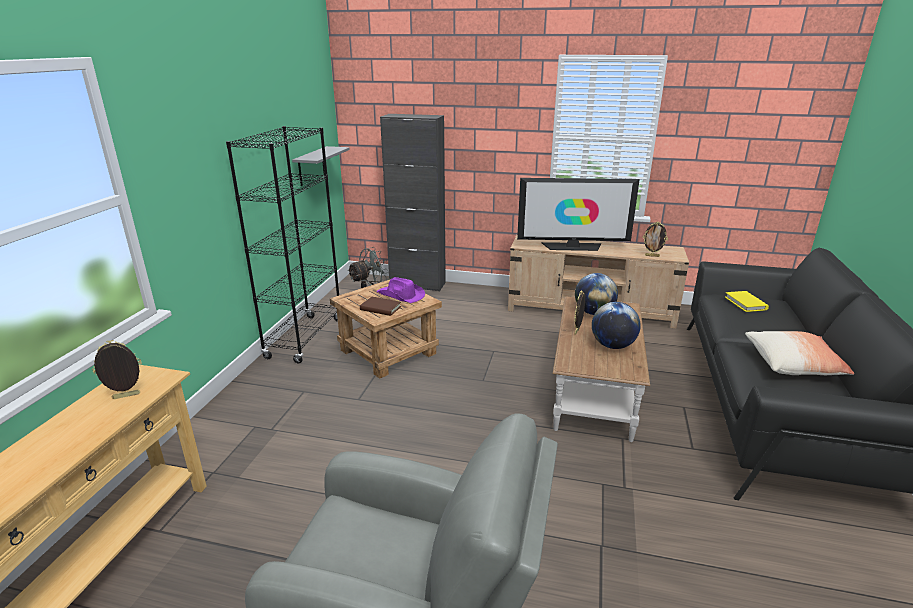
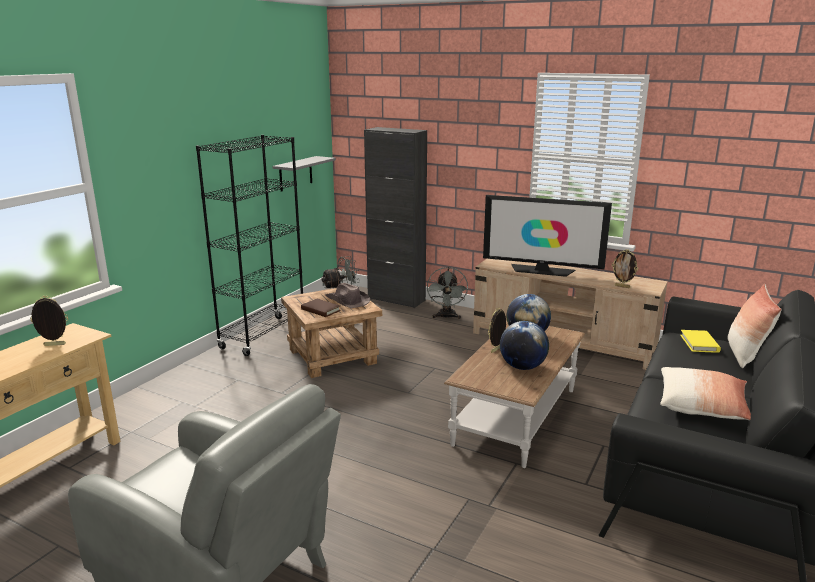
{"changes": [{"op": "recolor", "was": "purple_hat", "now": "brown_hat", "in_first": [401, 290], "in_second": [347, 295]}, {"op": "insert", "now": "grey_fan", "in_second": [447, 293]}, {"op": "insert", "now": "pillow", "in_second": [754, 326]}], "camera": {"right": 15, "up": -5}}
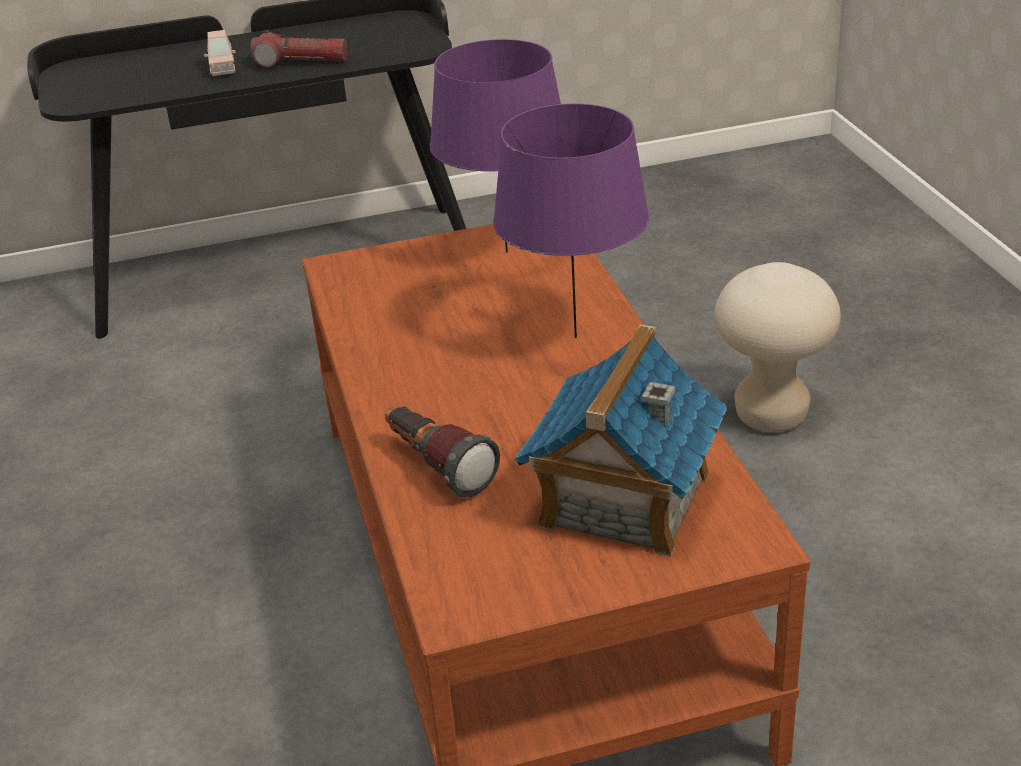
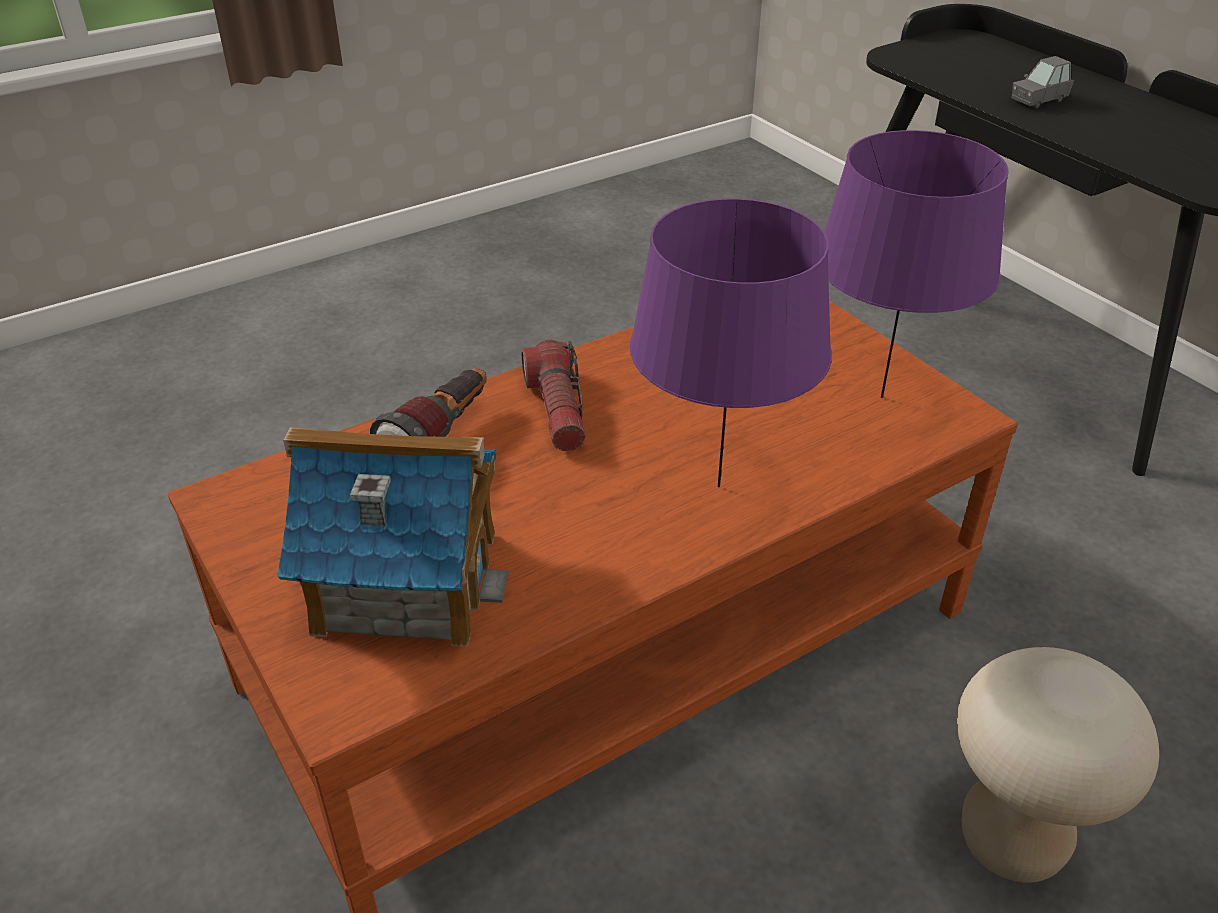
{"changes": [{"op": "recolor", "was": "pink_toy_car", "now": "grey_toy_car", "in_first": [220, 53], "in_second": [1043, 82]}, {"op": "move", "was": "flashlight", "in_first": [299, 49], "in_second": [553, 395]}], "camera": {"right": 70, "up": 5}}
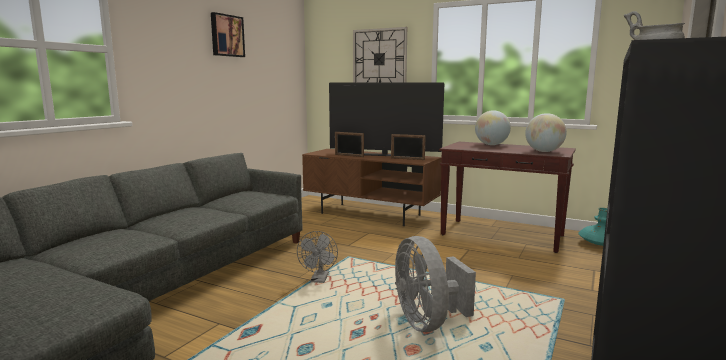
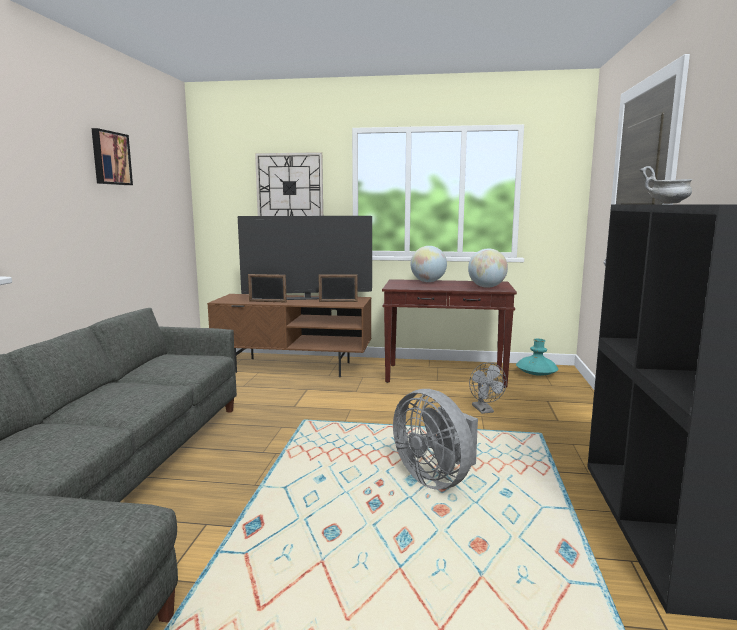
{"changes": [{"op": "move", "was": "grey_fan", "in_first": [317, 257], "in_second": [488, 388]}], "camera": {"right": -20, "up": 0}}
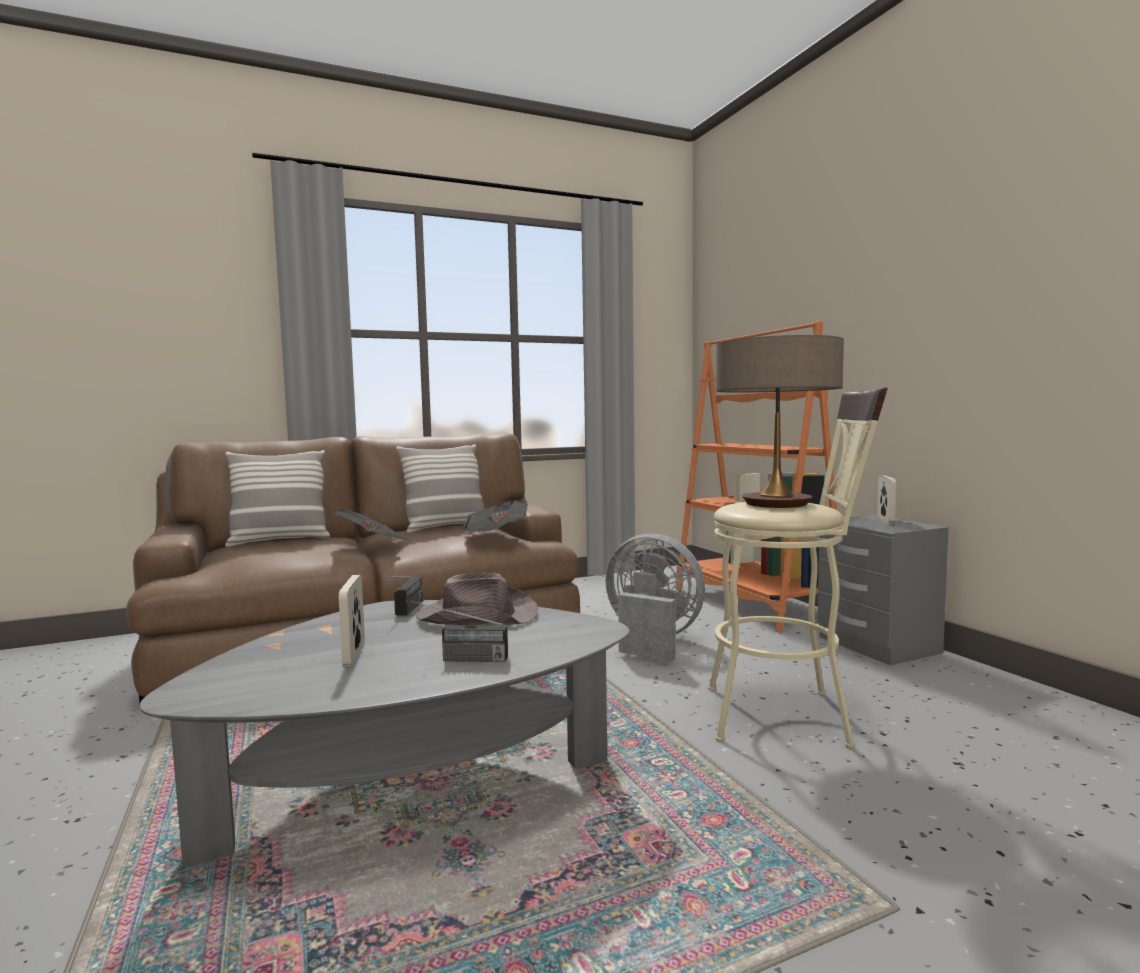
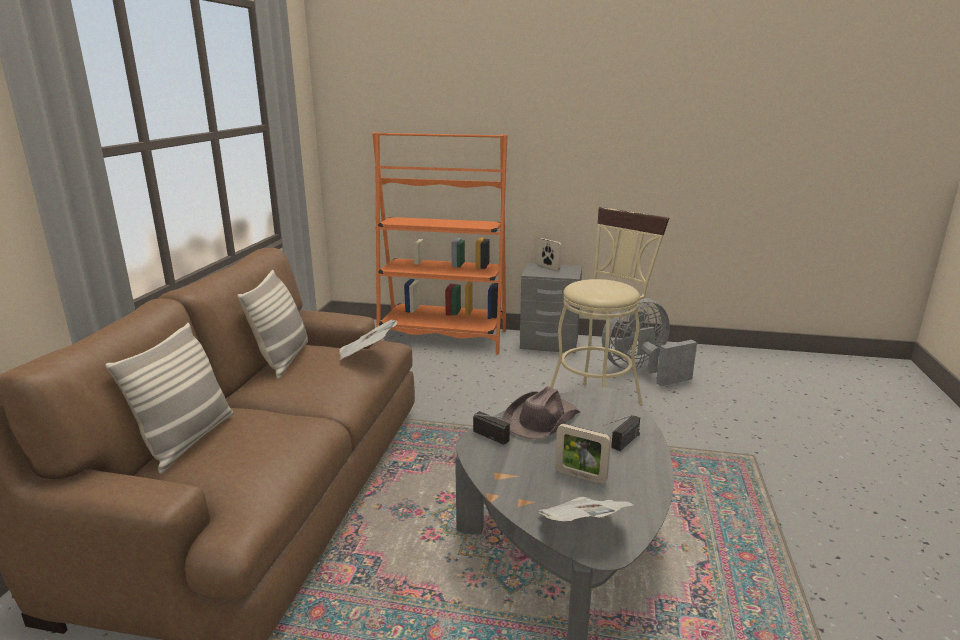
{"changes": [{"op": "delete", "was": "table_lamp", "in_first": [780, 421]}, {"op": "move", "was": "newspaper", "in_first": [372, 524], "in_second": [585, 509]}, {"op": "move", "was": "grey_fan", "in_first": [655, 598], "in_second": [649, 342]}], "camera": {"right": -55, "up": 15}}
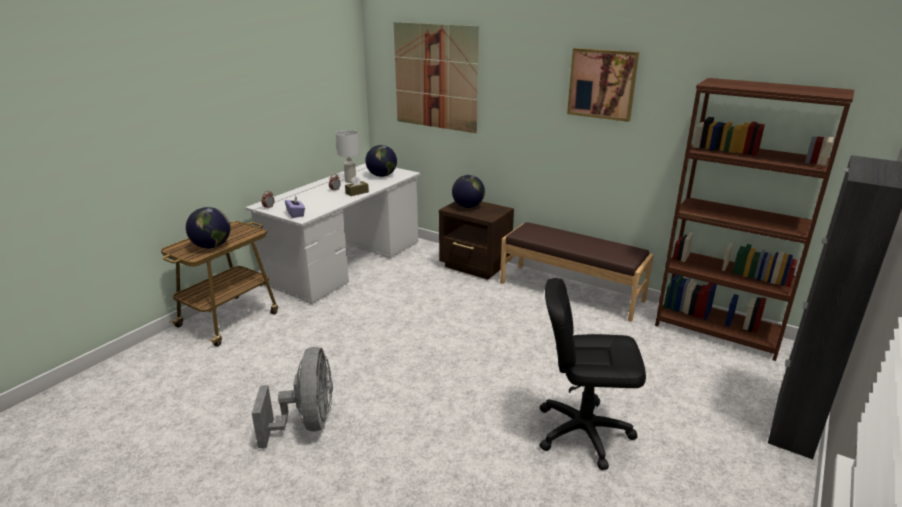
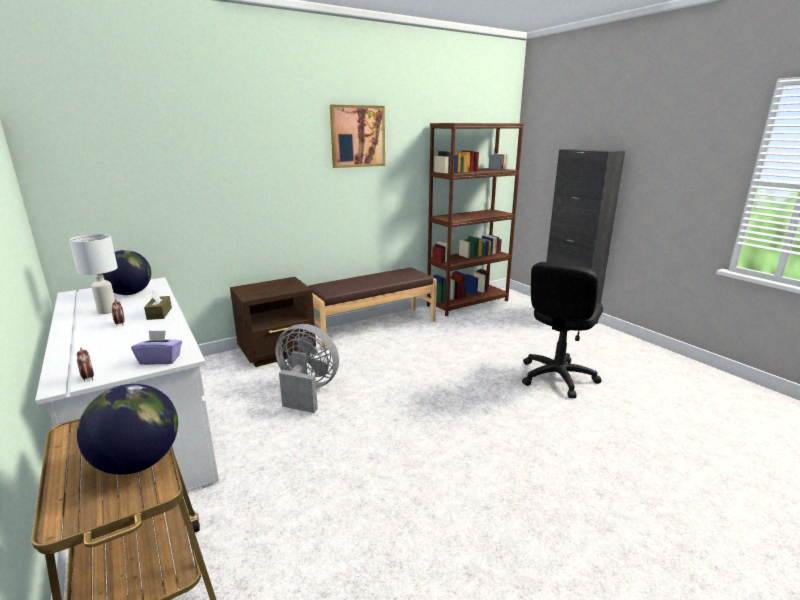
{"changes": [{"op": "delete", "was": "picture", "in_first": [436, 77]}, {"op": "delete", "was": "globe", "in_first": [468, 191]}, {"op": "move", "was": "grey_fan", "in_first": [292, 397], "in_second": [307, 368]}], "camera": {"right": -65, "up": -5}}
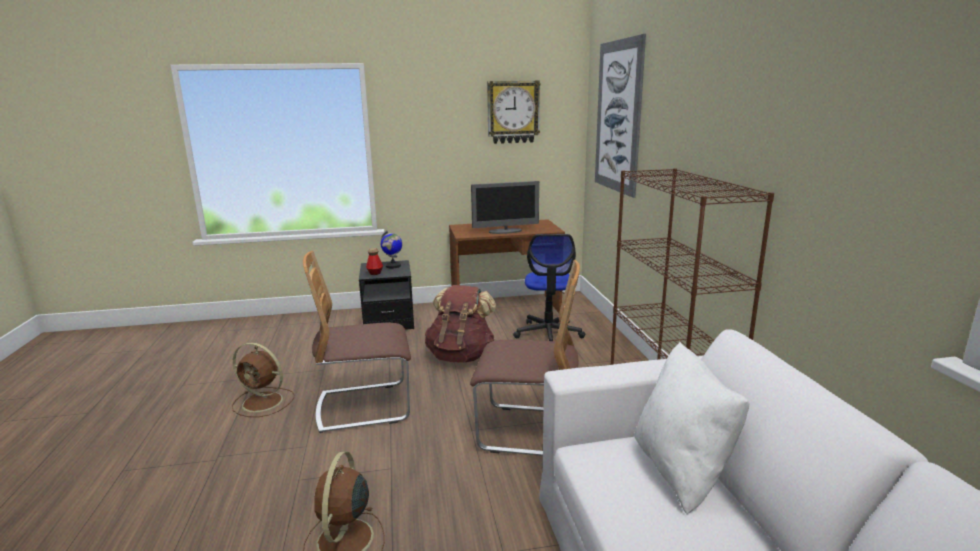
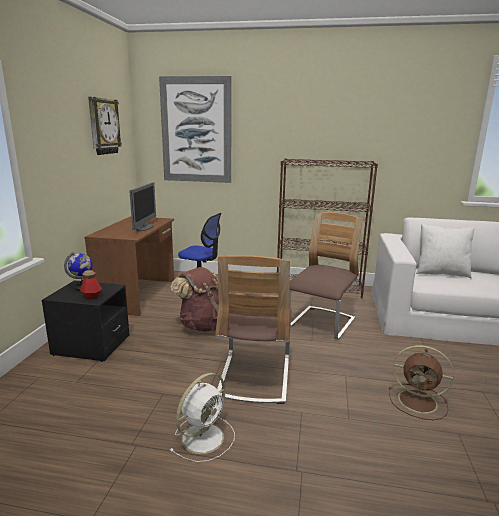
{"changes": [{"op": "recolor", "was": "brown_fan", "now": "white_fan", "in_first": [263, 380], "in_second": [202, 417]}], "camera": {"right": -70, "up": 0}}
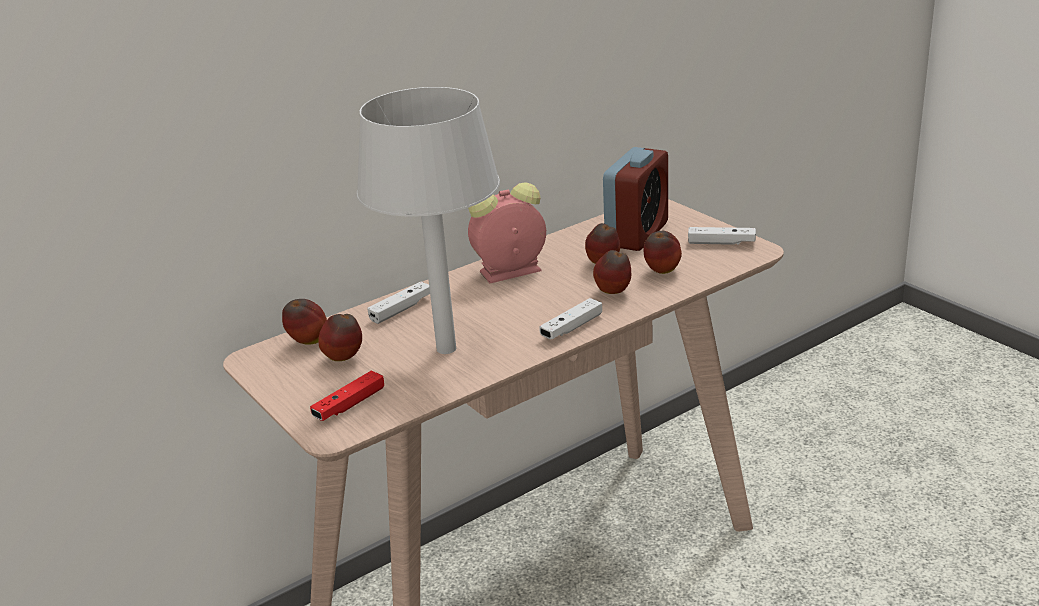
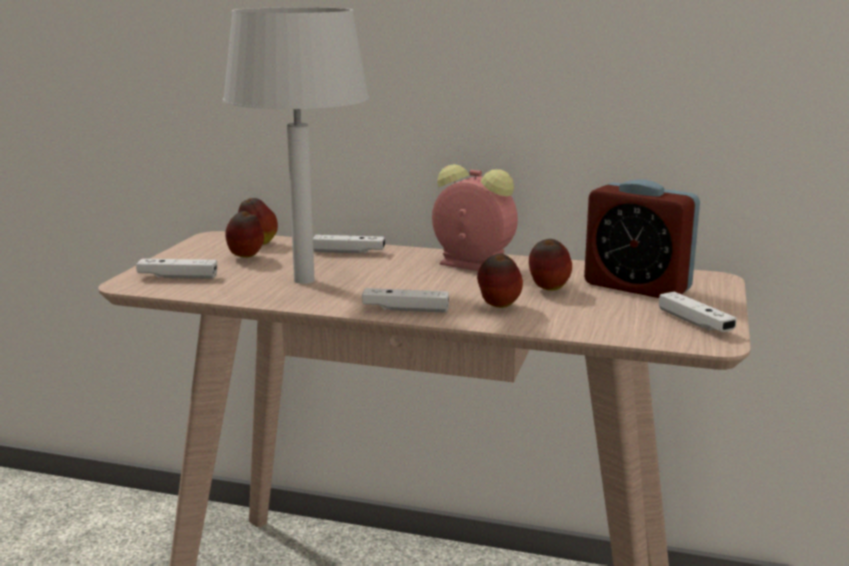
{"changes": [{"op": "rotate", "was": "alarm_clock", "in_first": [635, 199], "in_second": [642, 238], "clockwise": 45}, {"op": "delete", "was": "apple", "in_first": [663, 252]}, {"op": "recolor", "was": "red_game_controller", "now": "white_game_controller", "in_first": [347, 396], "in_second": [176, 269]}], "camera": {"right": 50, "up": -10}}
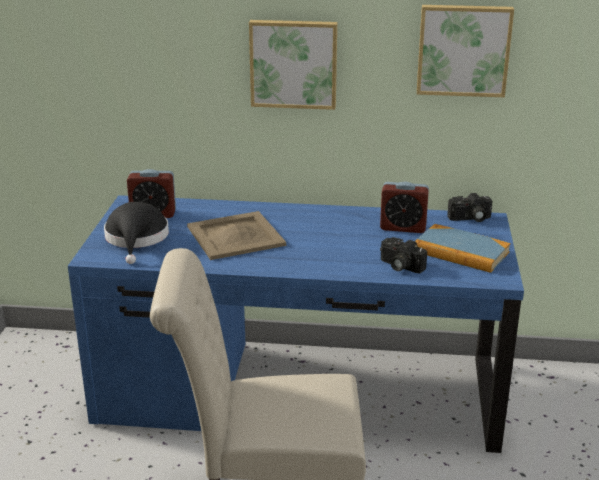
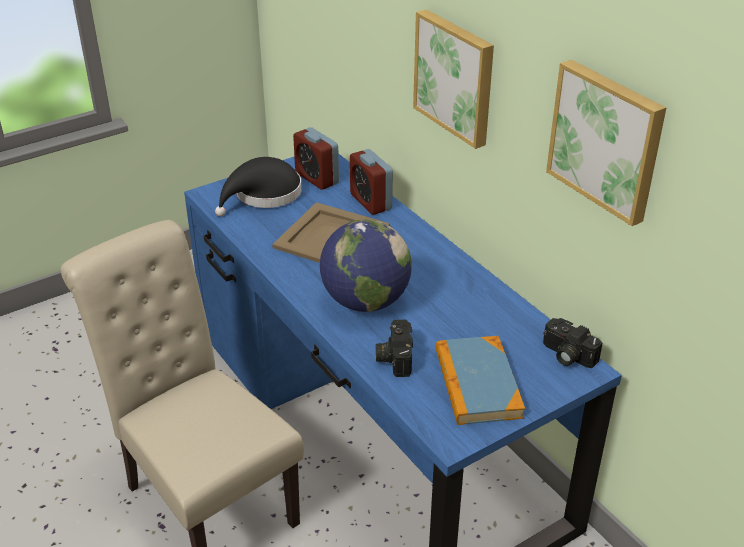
{"changes": [{"op": "move", "was": "alarm_clock", "in_first": [404, 207], "in_second": [371, 182]}, {"op": "insert", "now": "globe", "in_second": [366, 265]}], "camera": {"right": 50, "up": 10}}
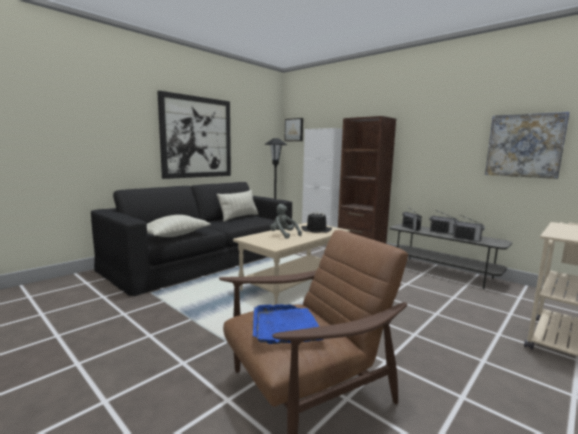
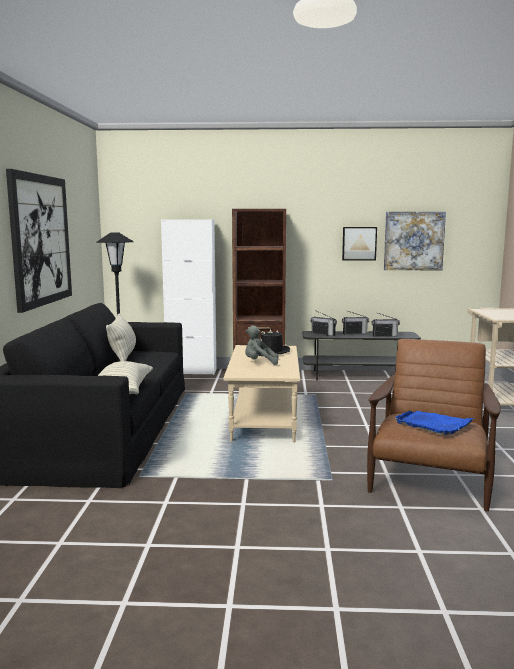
{"changes": [{"op": "move", "was": "picture", "in_first": [294, 129], "in_second": [359, 244]}], "camera": {"right": -40, "up": 0}}
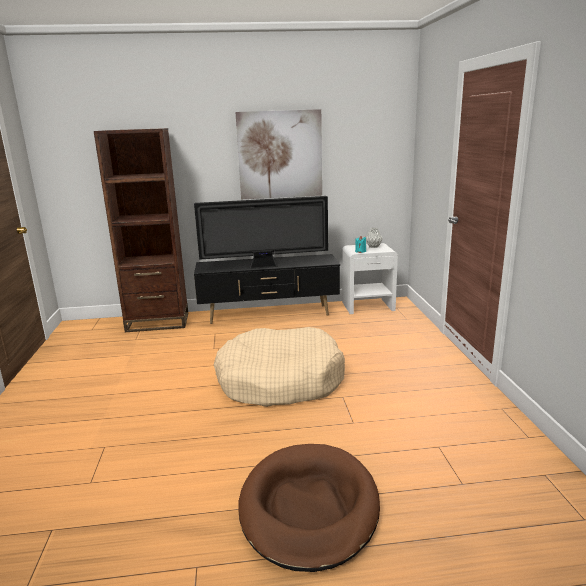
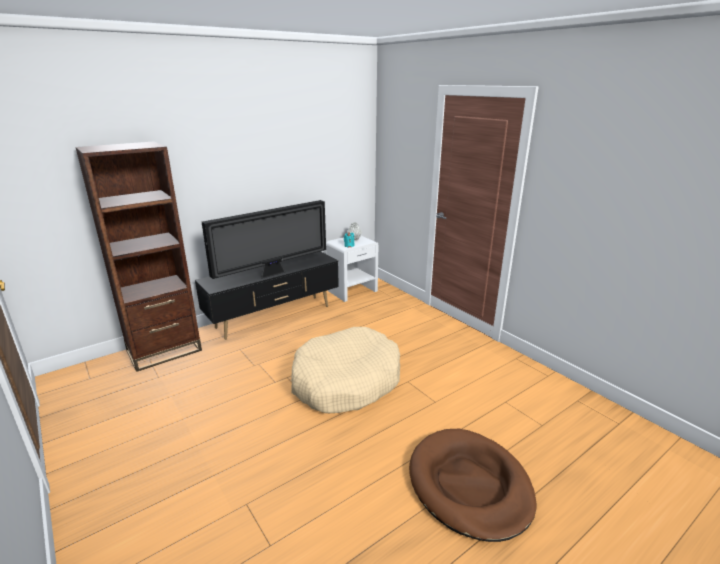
{"changes": [{"op": "delete", "was": "picture", "in_first": [278, 154]}], "camera": {"right": -30, "up": 5}}
